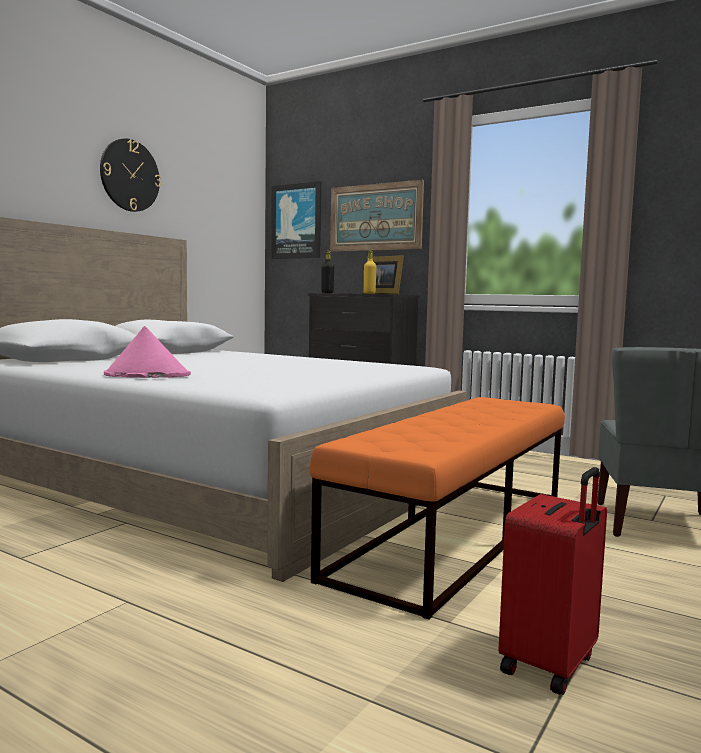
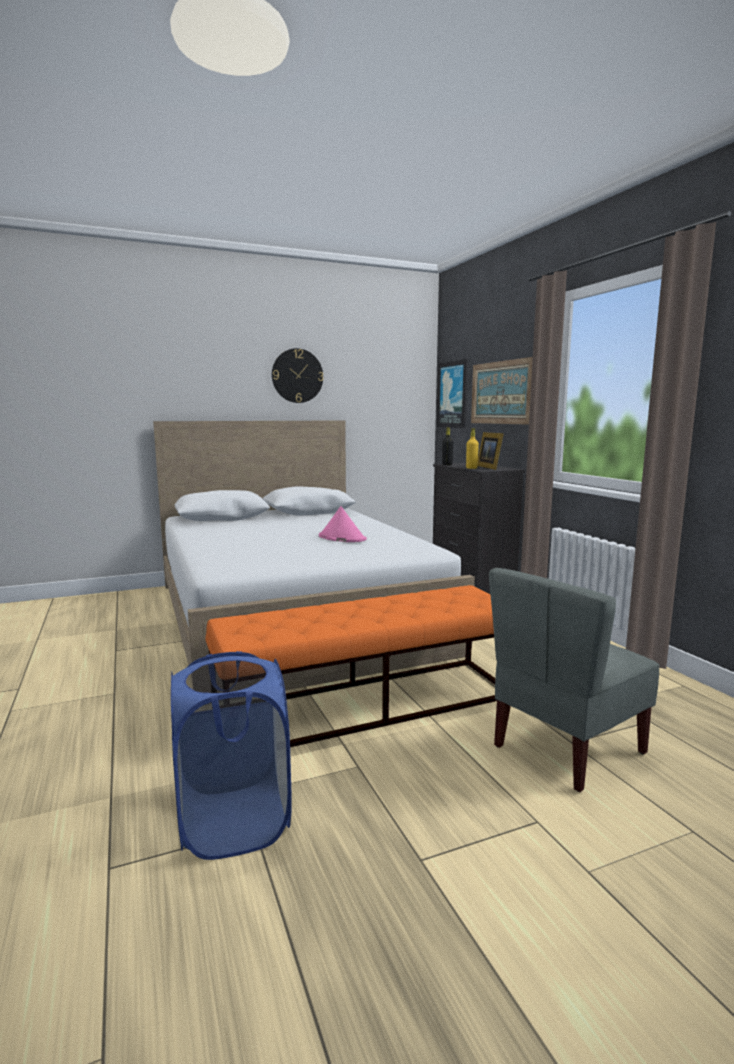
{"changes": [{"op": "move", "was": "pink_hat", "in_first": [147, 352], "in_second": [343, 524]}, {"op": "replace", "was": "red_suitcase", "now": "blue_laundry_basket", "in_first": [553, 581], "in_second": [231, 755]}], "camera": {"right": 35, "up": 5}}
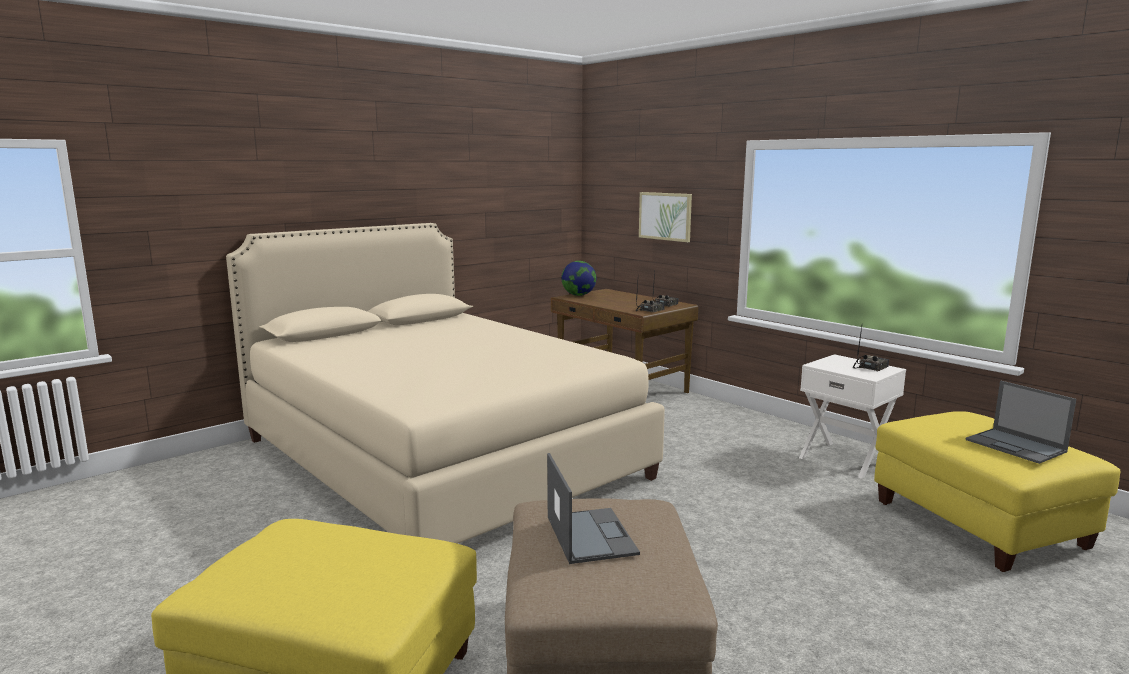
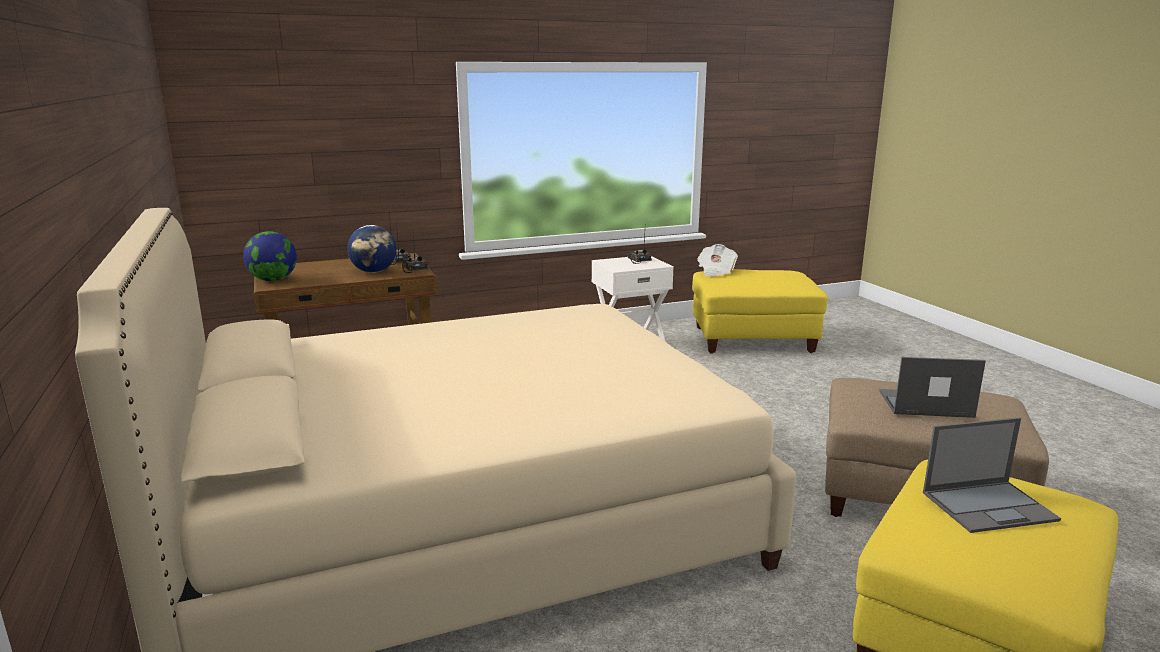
{"changes": [{"op": "delete", "was": "picture", "in_first": [665, 217]}, {"op": "move", "was": "laptop", "in_first": [1021, 422], "in_second": [992, 475]}, {"op": "insert", "now": "globe", "in_second": [371, 249]}, {"op": "insert", "now": "newspaper", "in_second": [717, 260]}], "camera": {"right": -70, "up": 5}}
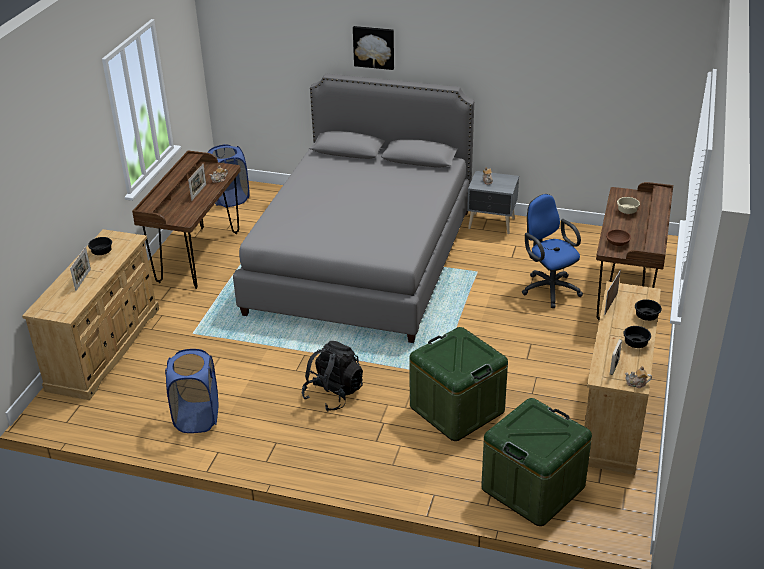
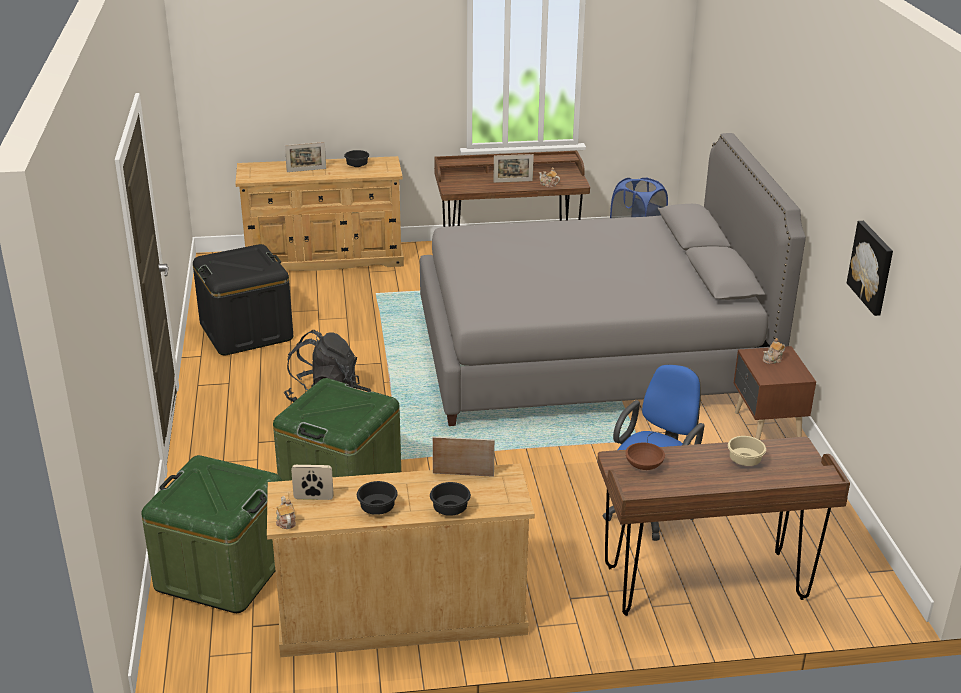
{"changes": [{"op": "move", "was": "picture", "in_first": [373, 48], "in_second": [870, 268]}, {"op": "recolor", "was": "grey_nightstand", "now": "brown_nightstand", "in_first": [493, 202], "in_second": [775, 393]}, {"op": "replace", "was": "blue_laundry_basket", "now": "black_storage_box", "in_first": [191, 391], "in_second": [243, 299]}], "camera": {"right": 65, "up": -5}}
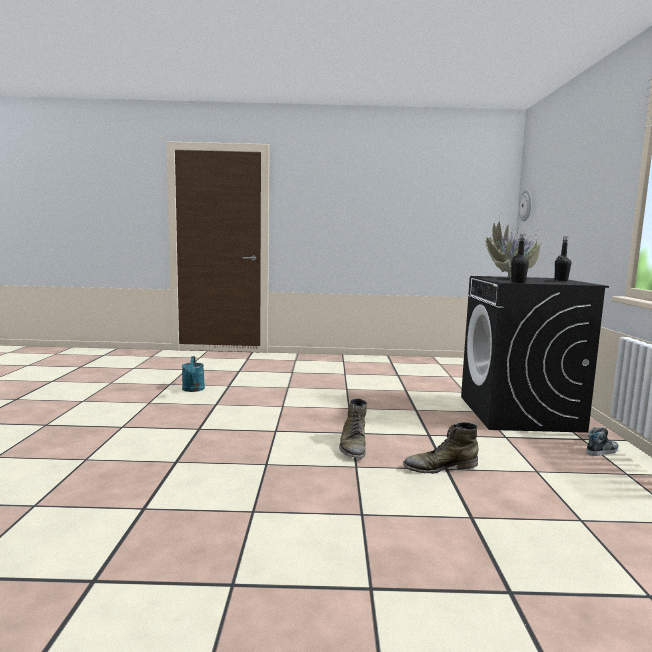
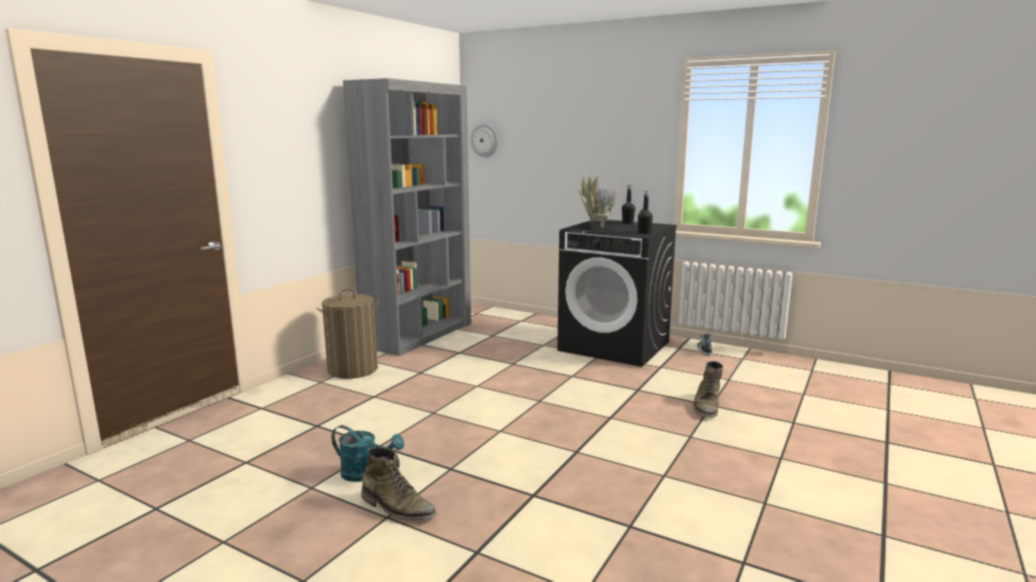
{"changes": [{"op": "move", "was": "green_boot", "in_first": [353, 428], "in_second": [399, 484]}, {"op": "insert", "now": "grey_bookcase", "in_second": [407, 217]}, {"op": "insert", "now": "laundry_basket", "in_second": [348, 334]}], "camera": {"right": -60, "up": 5}}
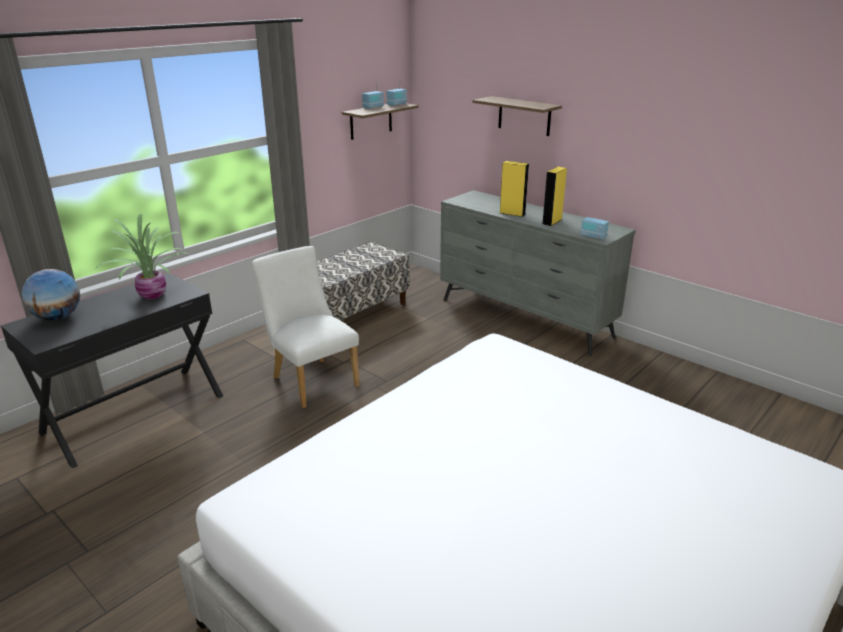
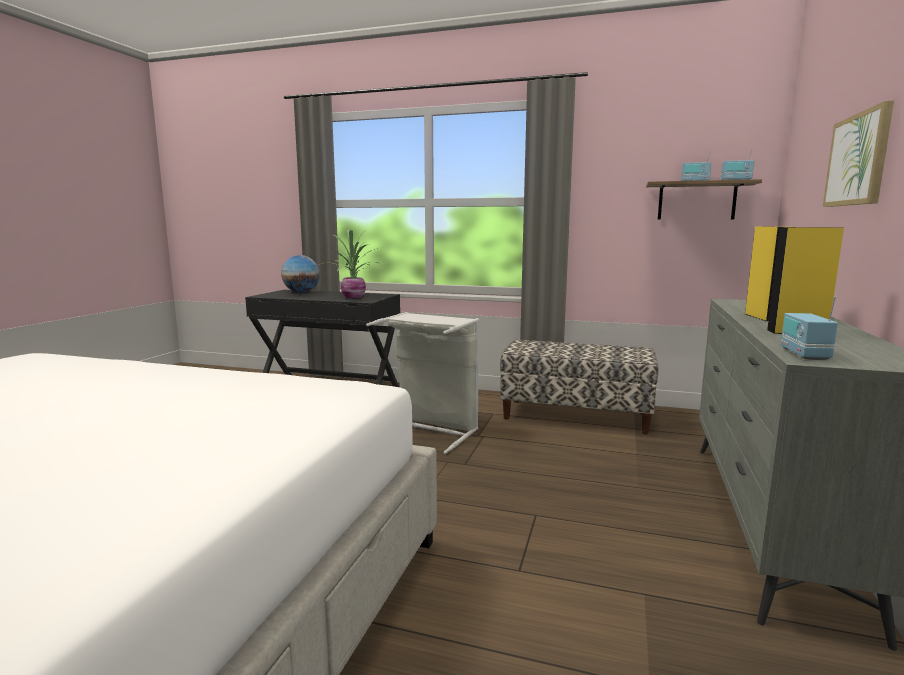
{"changes": [{"op": "replace", "was": "shelf", "now": "picture", "in_first": [517, 116], "in_second": [858, 153]}, {"op": "replace", "was": "white_chair", "now": "grey_laundry_basket", "in_first": [306, 327], "in_second": [423, 383]}], "camera": {"right": 65, "up": -15}}
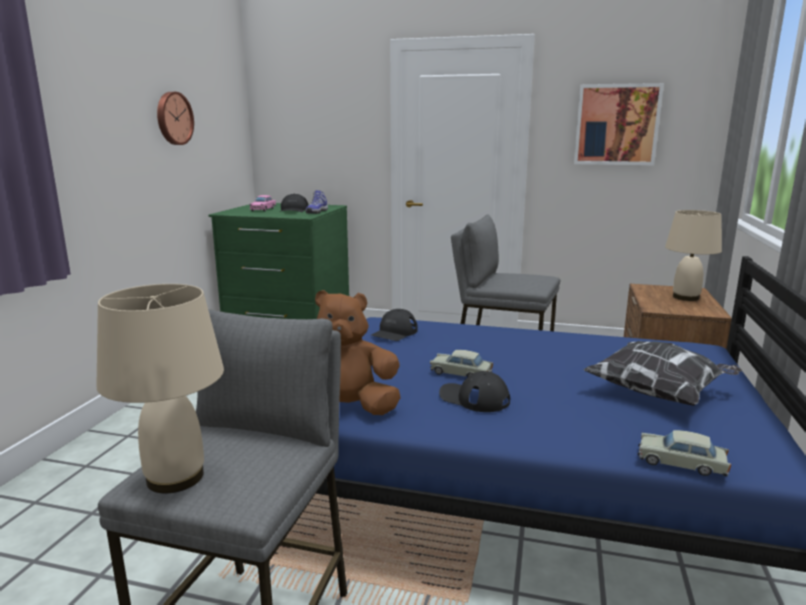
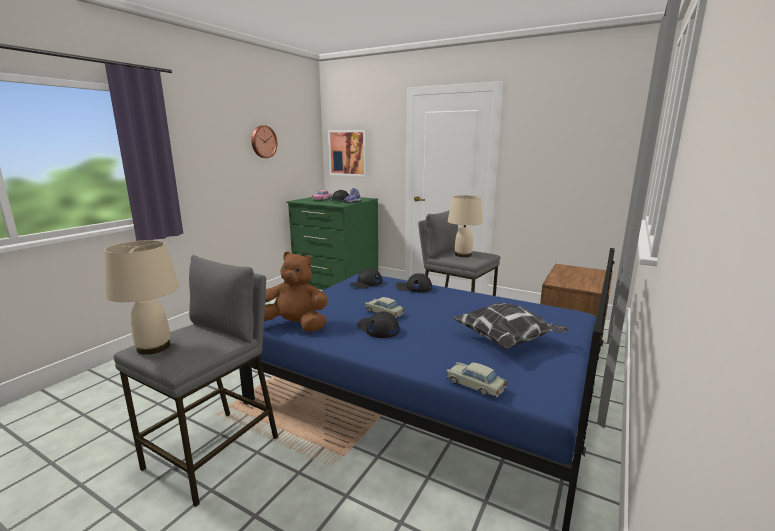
{"changes": [{"op": "move", "was": "picture", "in_first": [619, 124], "in_second": [347, 153]}, {"op": "move", "was": "beige_table_lamp", "in_first": [693, 255], "in_second": [465, 226]}, {"op": "insert", "now": "black_cap", "in_second": [414, 283]}], "camera": {"right": 15, "up": 0}}
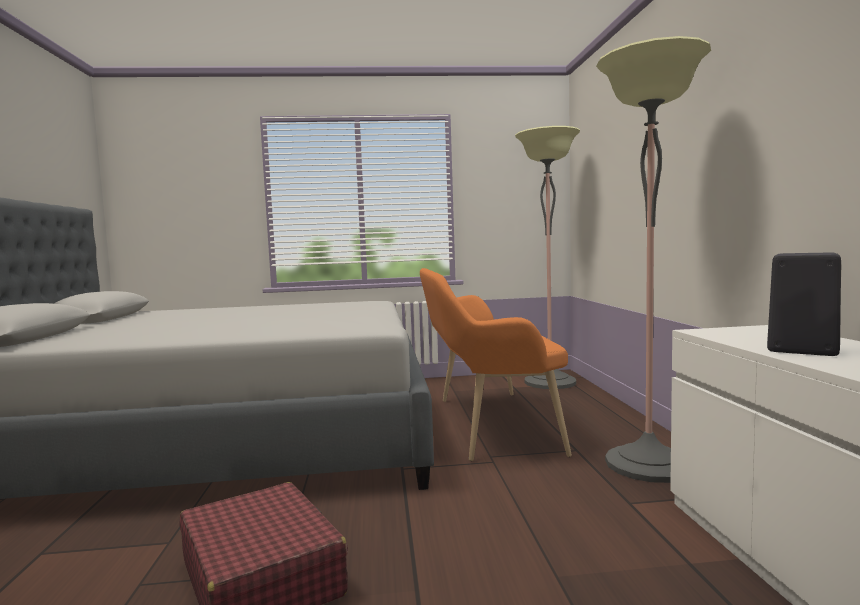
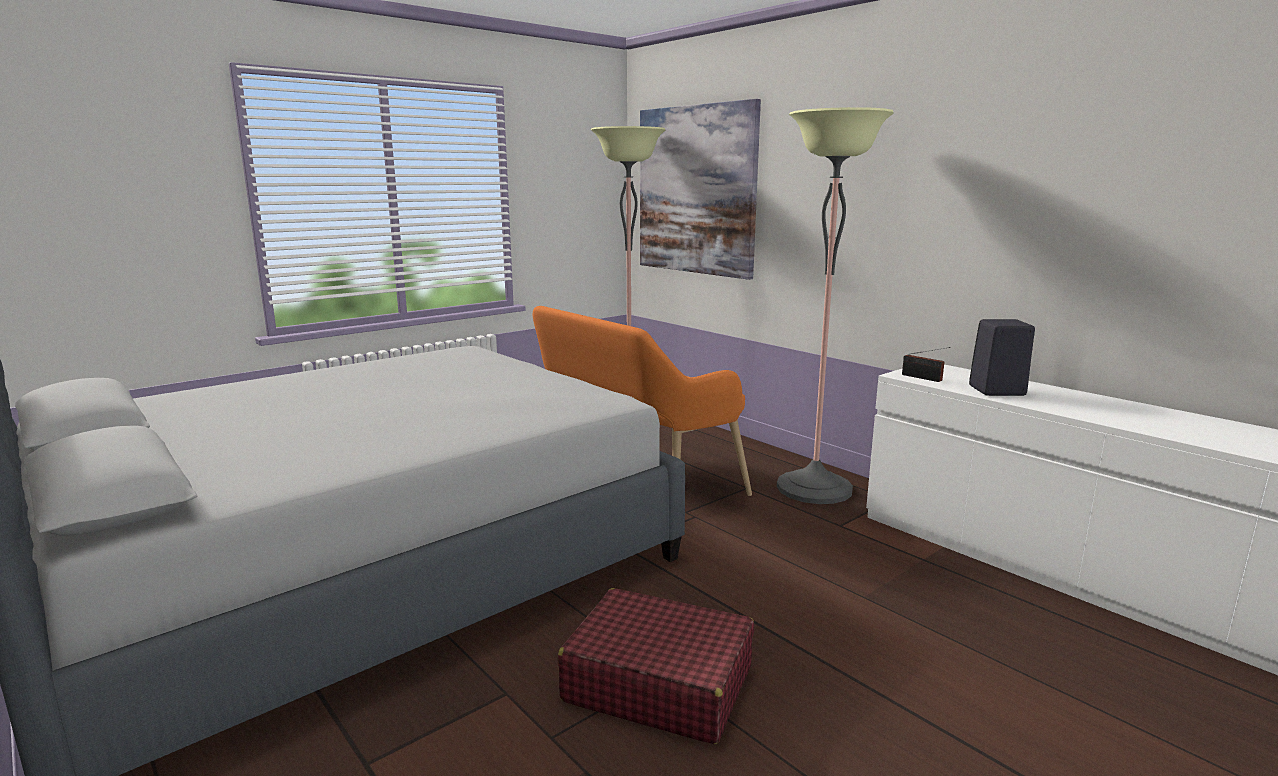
{"changes": [{"op": "insert", "now": "picture", "in_second": [700, 189]}, {"op": "insert", "now": "radio", "in_second": [926, 364]}], "camera": {"right": -35, "up": 10}}
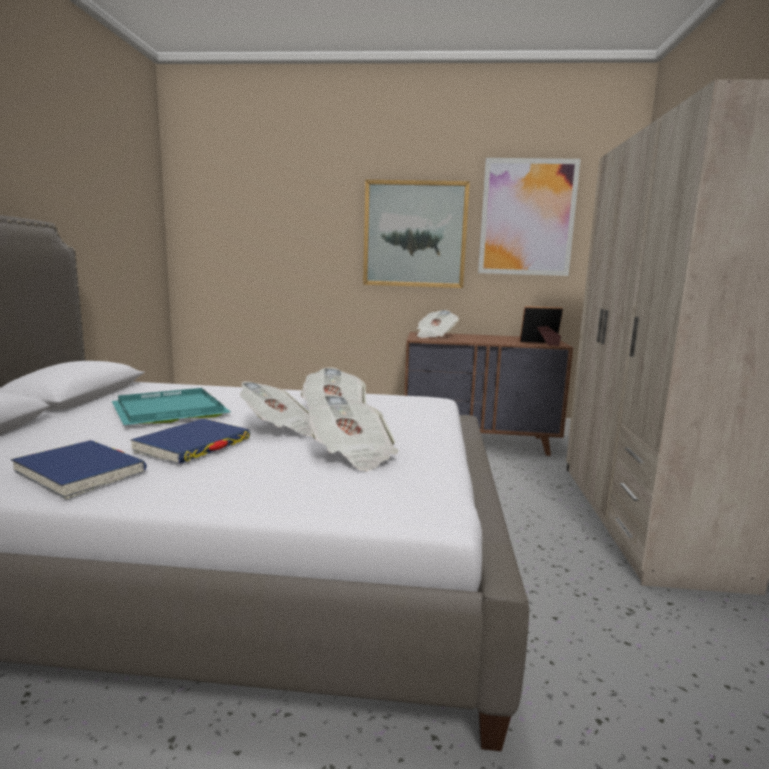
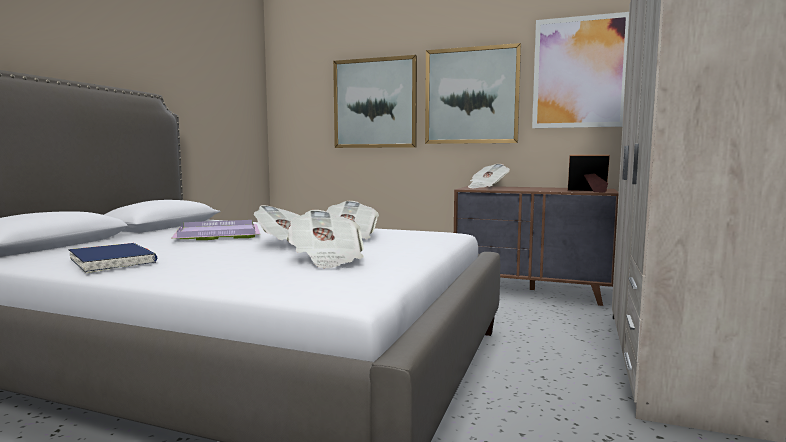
{"changes": [{"op": "recolor", "was": "turquoise_tray", "now": "purple_tray", "in_first": [171, 406], "in_second": [216, 230]}, {"op": "delete", "was": "blue_book", "in_first": [190, 441]}, {"op": "insert", "now": "picture", "in_second": [375, 101]}], "camera": {"right": 15, "up": -5}}
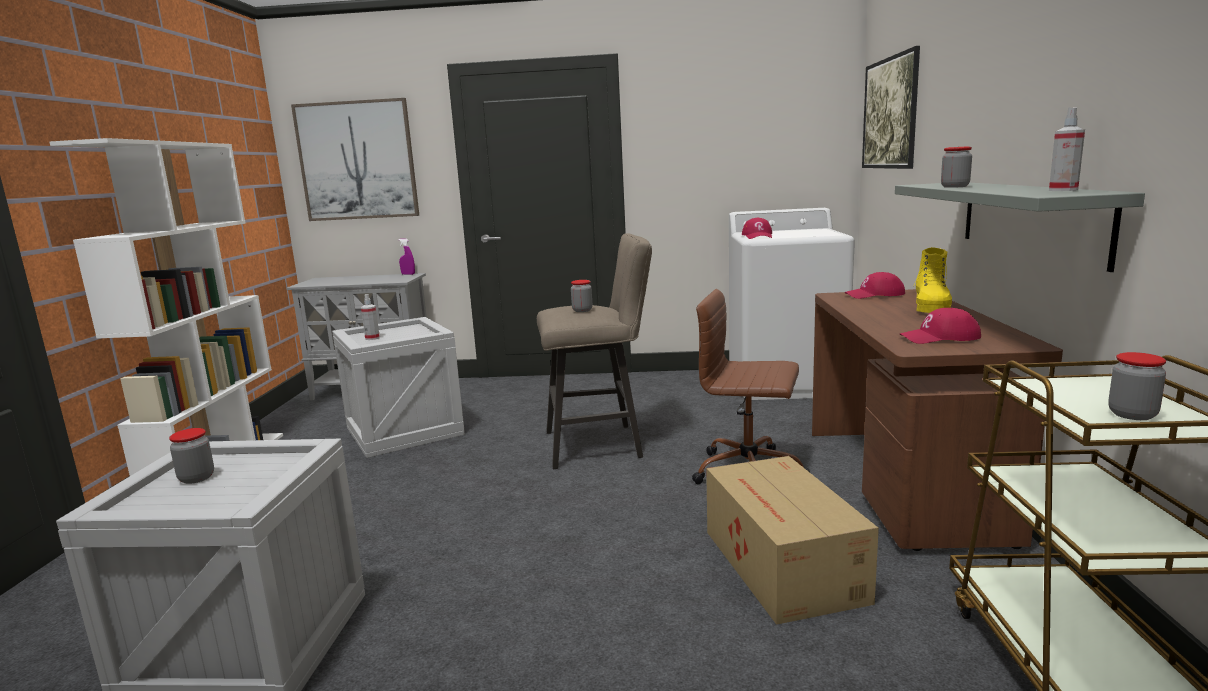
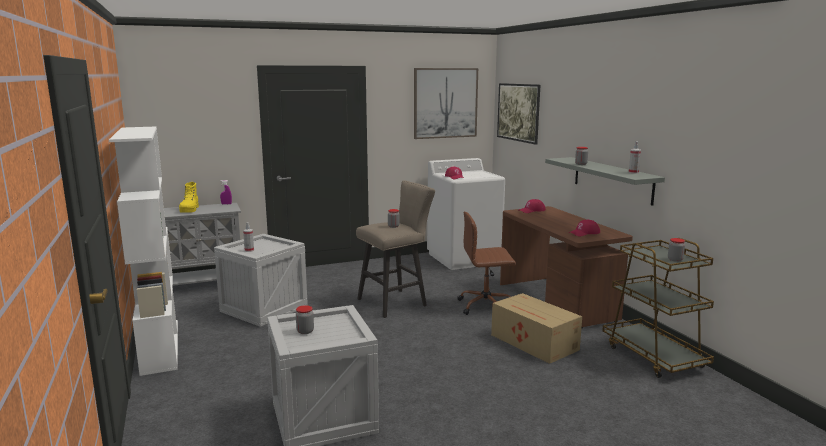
{"changes": [{"op": "move", "was": "picture", "in_first": [355, 159], "in_second": [446, 103]}, {"op": "move", "was": "yellow_boot", "in_first": [933, 280], "in_second": [189, 197]}], "camera": {"right": -25, "up": 0}}
